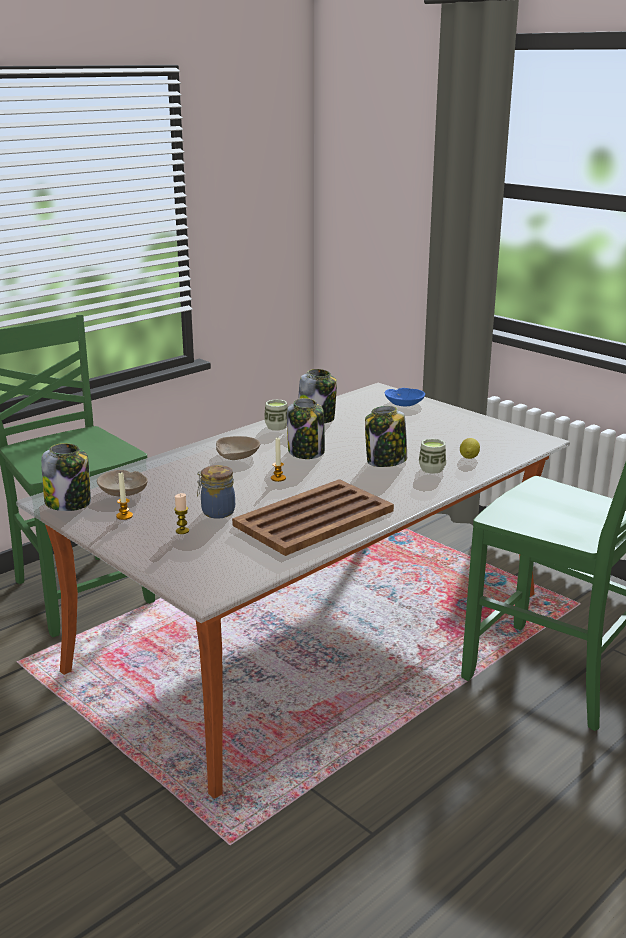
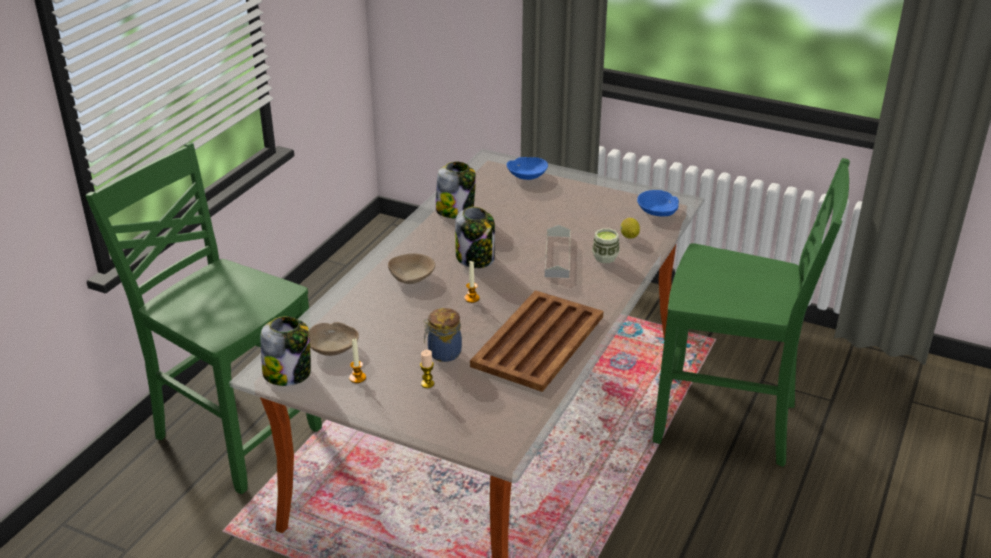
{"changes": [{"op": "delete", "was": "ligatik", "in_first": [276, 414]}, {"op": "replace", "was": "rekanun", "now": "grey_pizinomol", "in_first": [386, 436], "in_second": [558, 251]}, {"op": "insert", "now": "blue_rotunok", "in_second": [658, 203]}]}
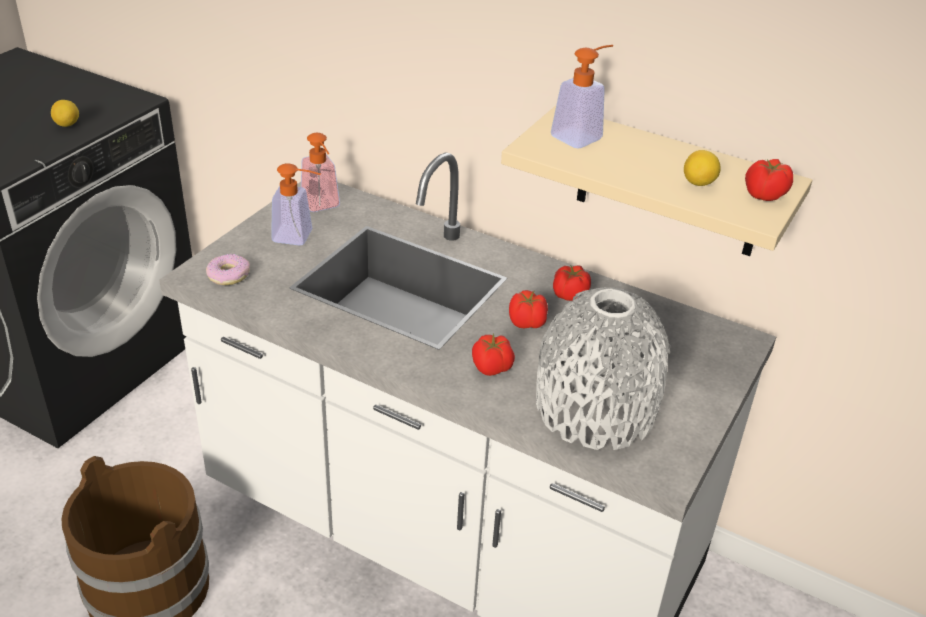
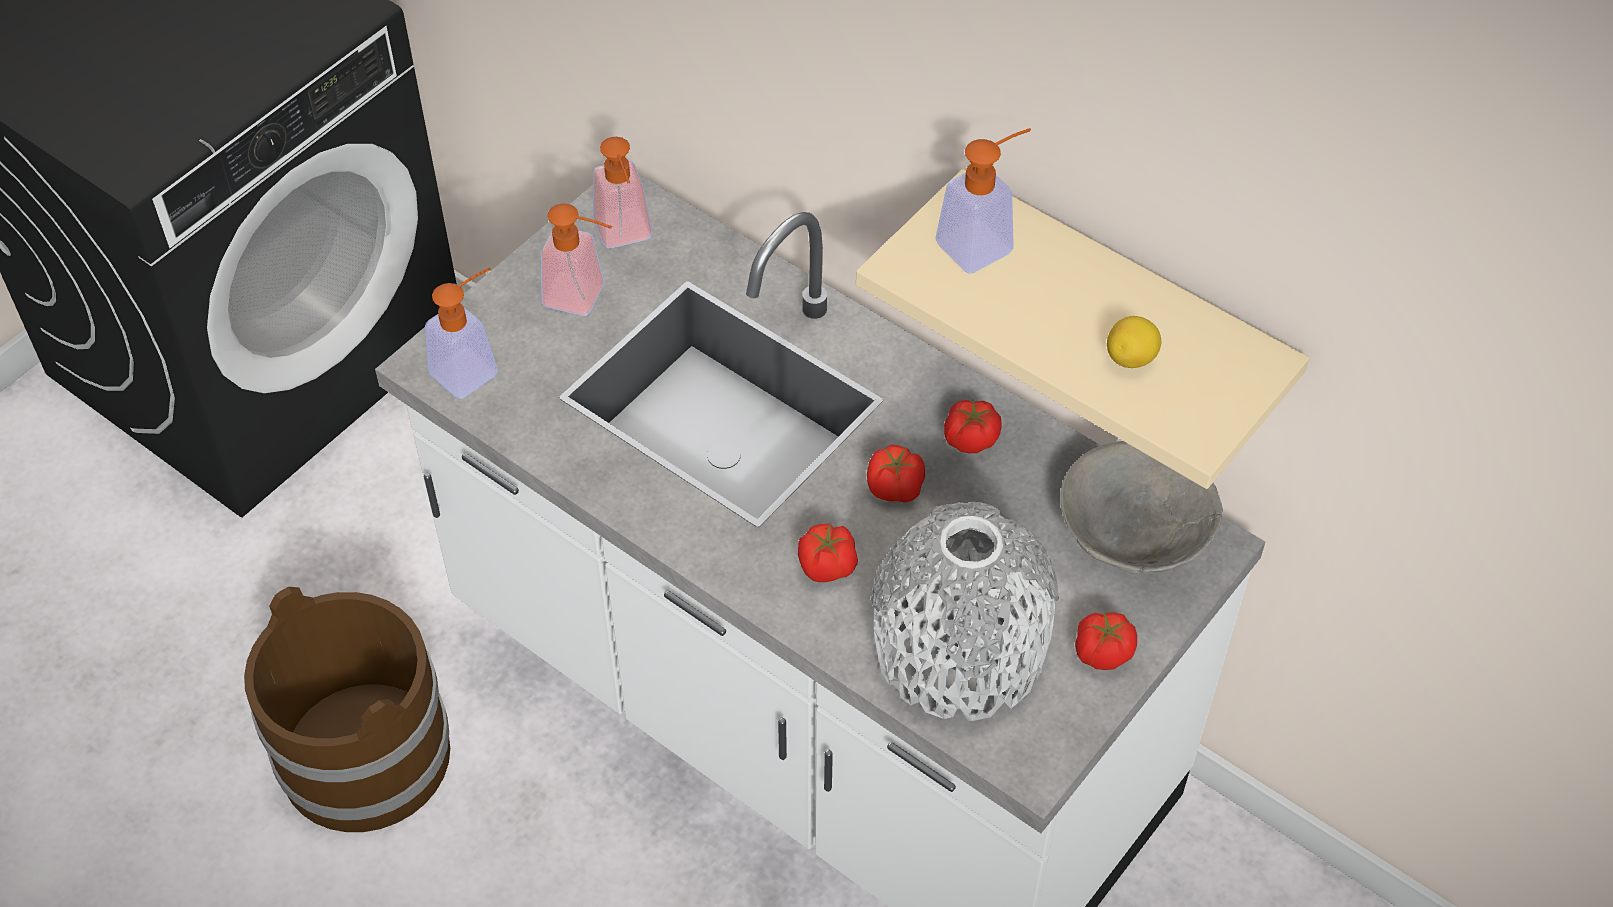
{"changes": [{"op": "delete", "was": "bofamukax", "in_first": [65, 113]}, {"op": "replace", "was": "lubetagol", "now": "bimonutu", "in_first": [228, 269], "in_second": [461, 333]}, {"op": "move", "was": "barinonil", "in_first": [769, 180], "in_second": [1106, 641]}, {"op": "insert", "now": "grey_rotunok", "in_second": [1142, 507]}]}
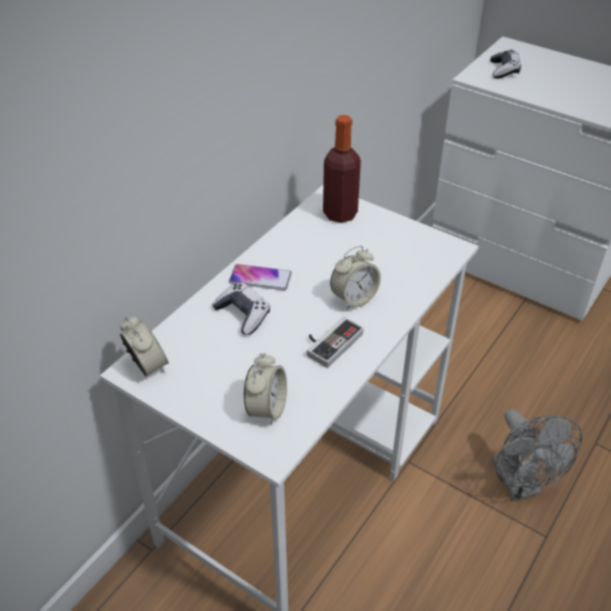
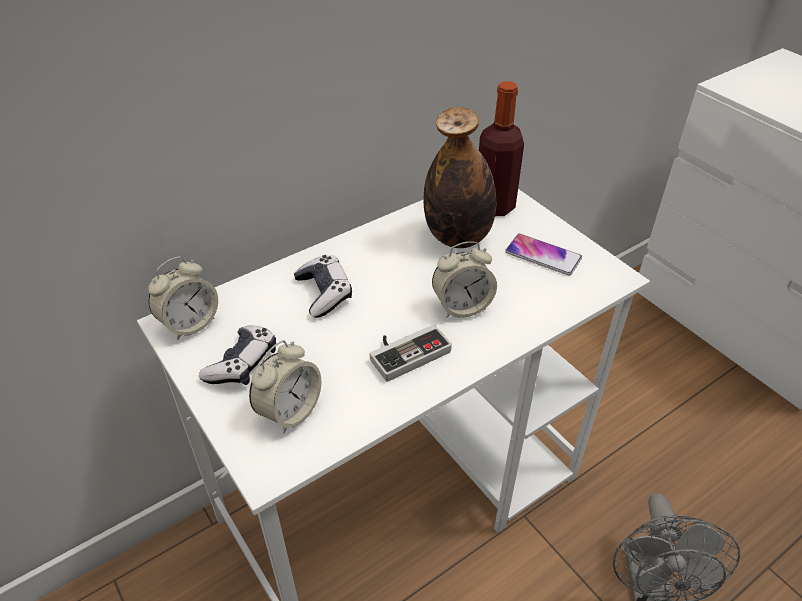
{"changes": [{"op": "rotate", "was": "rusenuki", "in_first": [144, 346], "in_second": [183, 298], "clockwise": 60}, {"op": "move", "was": "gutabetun", "in_first": [260, 277], "in_second": [543, 254]}, {"op": "move", "was": "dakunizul", "in_first": [505, 64], "in_second": [237, 355]}, {"op": "insert", "now": "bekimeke", "in_second": [459, 177]}]}
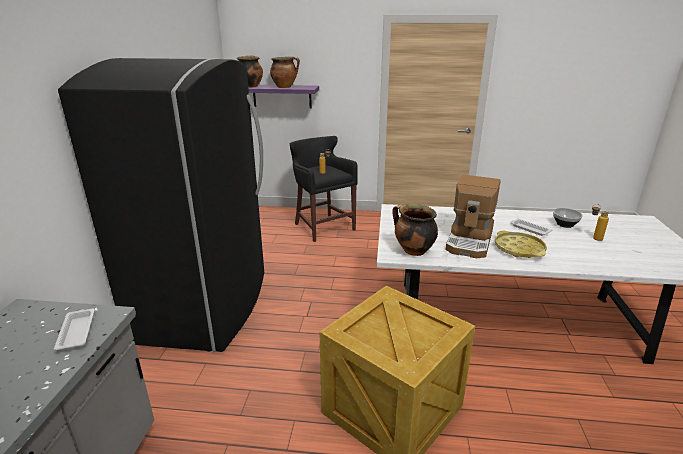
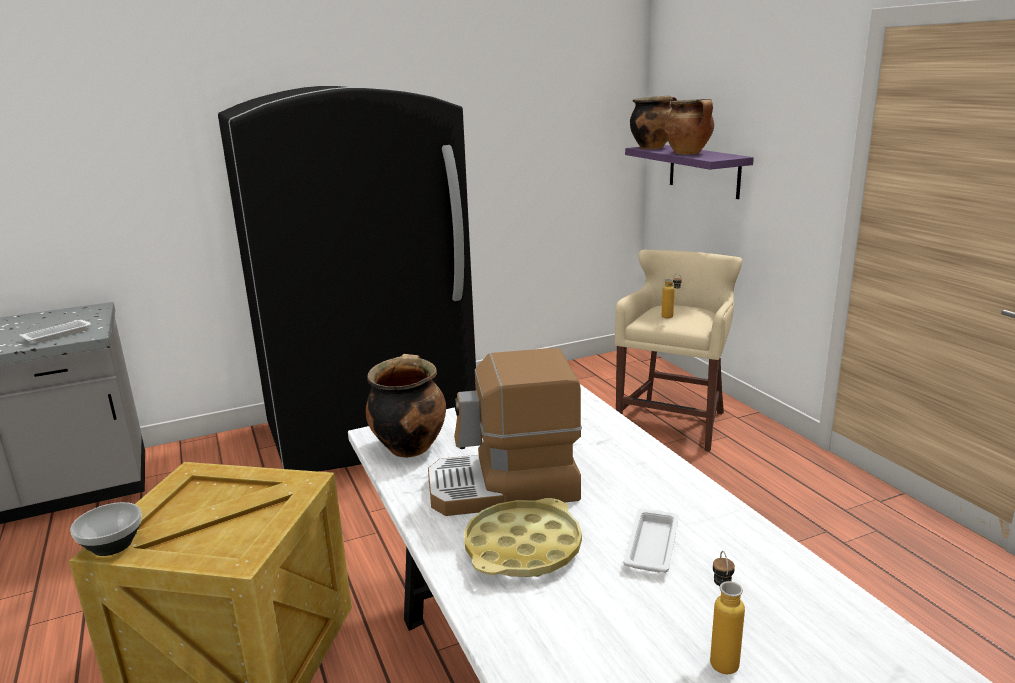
{"changes": [{"op": "recolor", "was": "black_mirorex", "now": "beige_mirorex", "in_first": [324, 189], "in_second": [678, 351]}, {"op": "move", "was": "rotunok", "in_first": [568, 218], "in_second": [106, 529]}]}
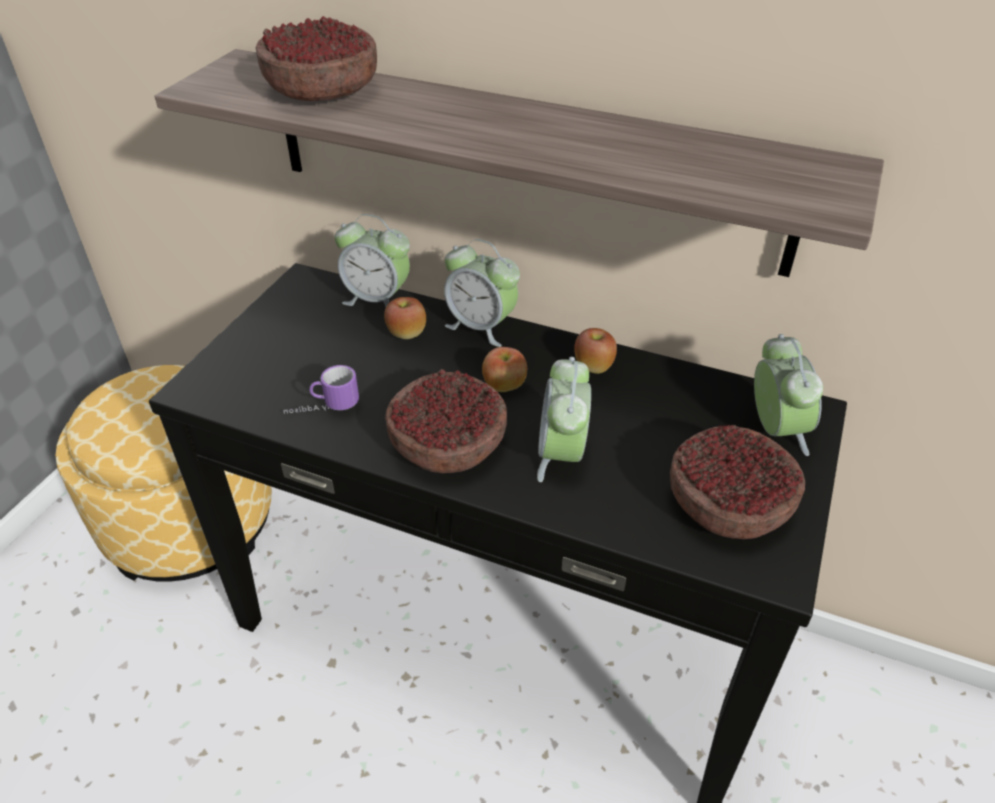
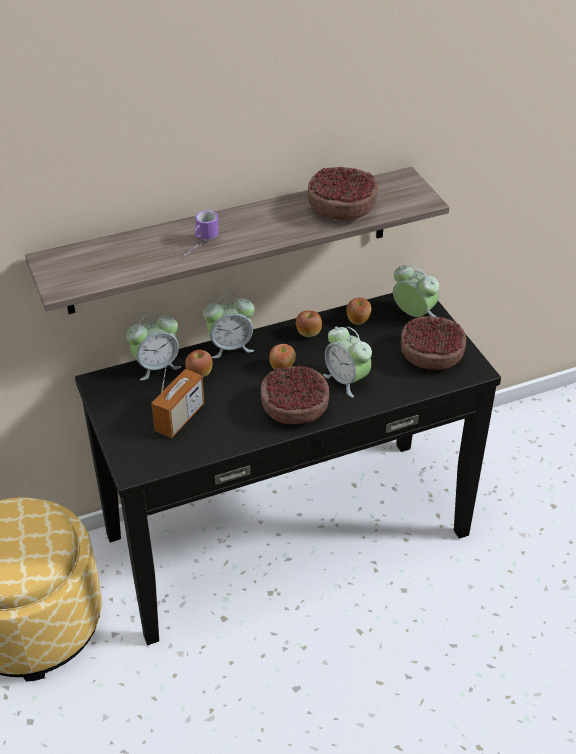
{"changes": [{"op": "move", "was": "rotunok", "in_first": [316, 58], "in_second": [343, 193]}, {"op": "move", "was": "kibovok", "in_first": [321, 389], "in_second": [201, 234]}, {"op": "insert", "now": "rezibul", "in_second": [177, 391]}, {"op": "insert", "now": "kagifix", "in_second": [358, 311]}]}
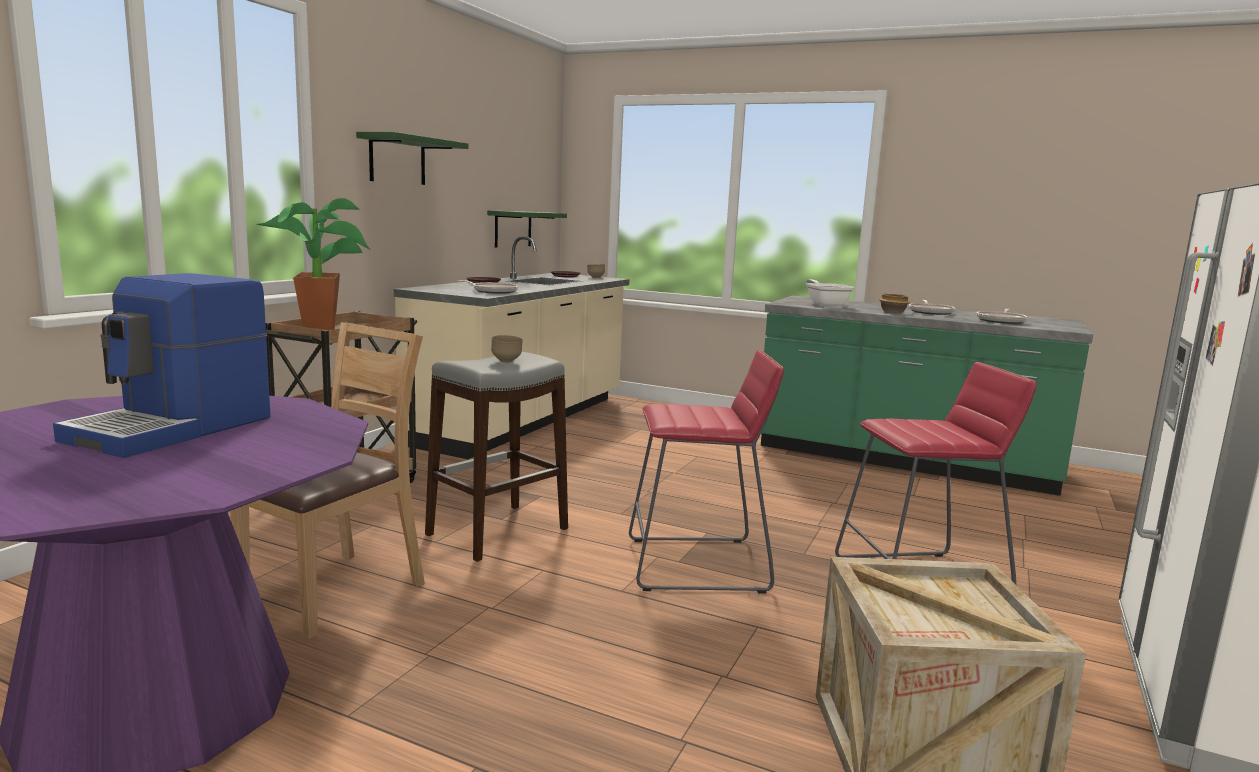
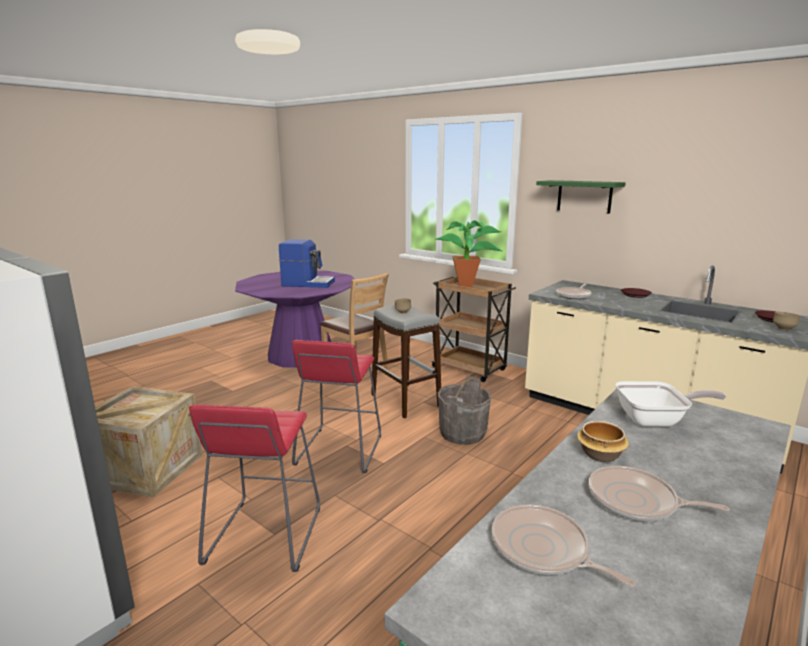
{"changes": [{"op": "rotate", "was": "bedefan", "in_first": [162, 365], "in_second": [307, 263], "clockwise": 150}, {"op": "delete", "was": "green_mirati", "in_first": [527, 229]}, {"op": "insert", "now": "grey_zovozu", "in_second": [464, 410]}]}
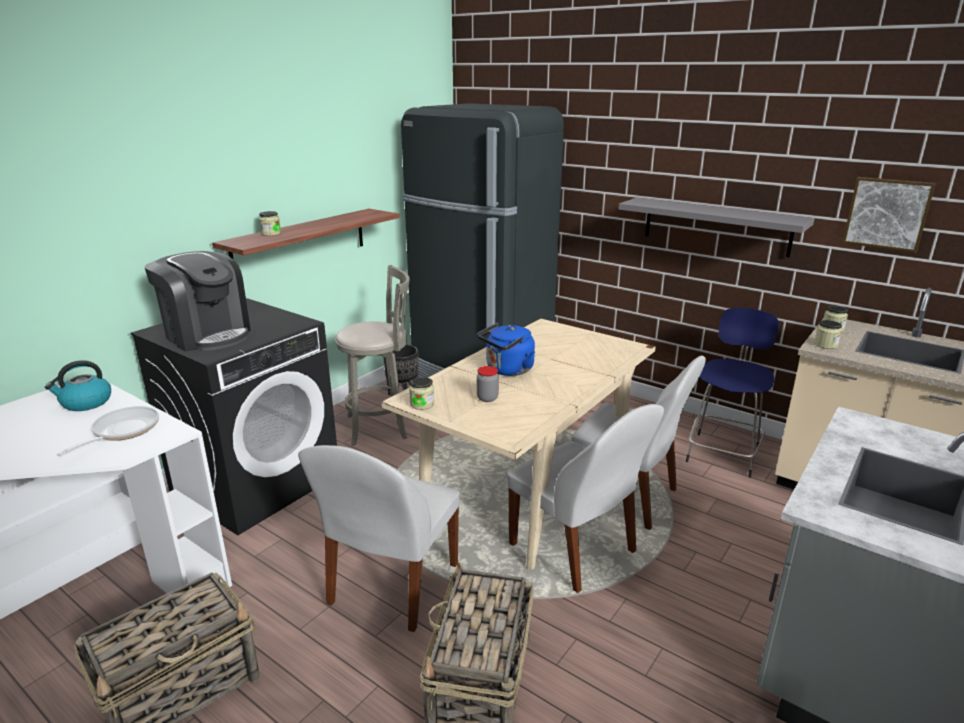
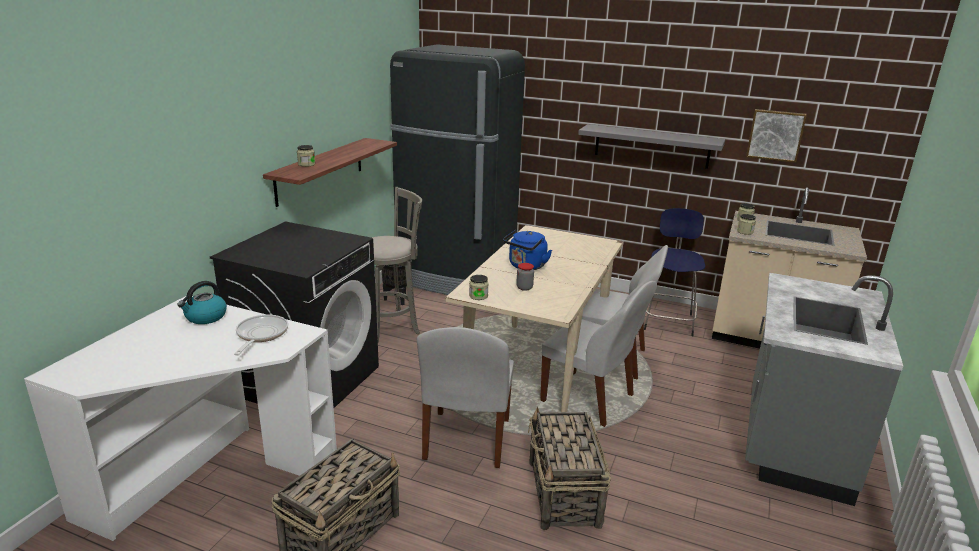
{"changes": [{"op": "delete", "was": "bedefan", "in_first": [198, 301]}]}
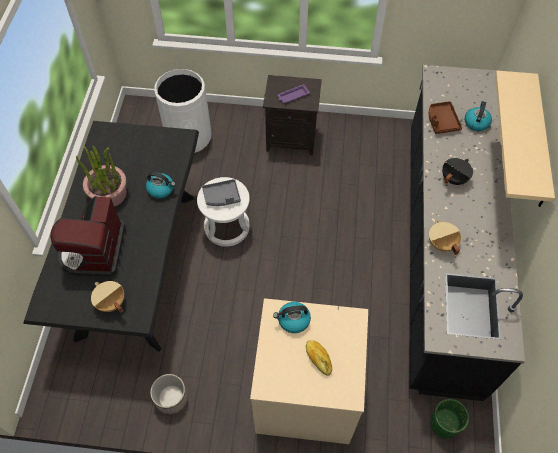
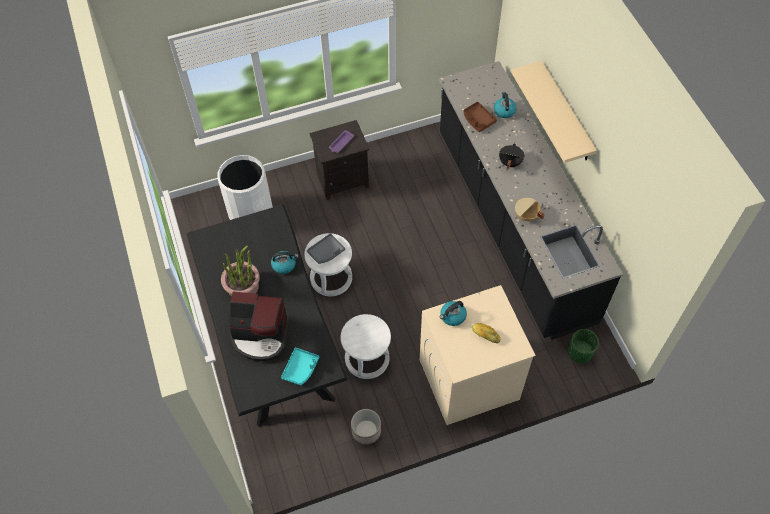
{"changes": [{"op": "rotate", "was": "bedefan", "in_first": [87, 236], "in_second": [259, 326], "clockwise": -60}, {"op": "replace", "was": "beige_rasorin", "now": "turquoise_pizinomol", "in_first": [107, 297], "in_second": [300, 366]}, {"op": "insert", "now": "white_mirorex", "in_second": [365, 346]}]}
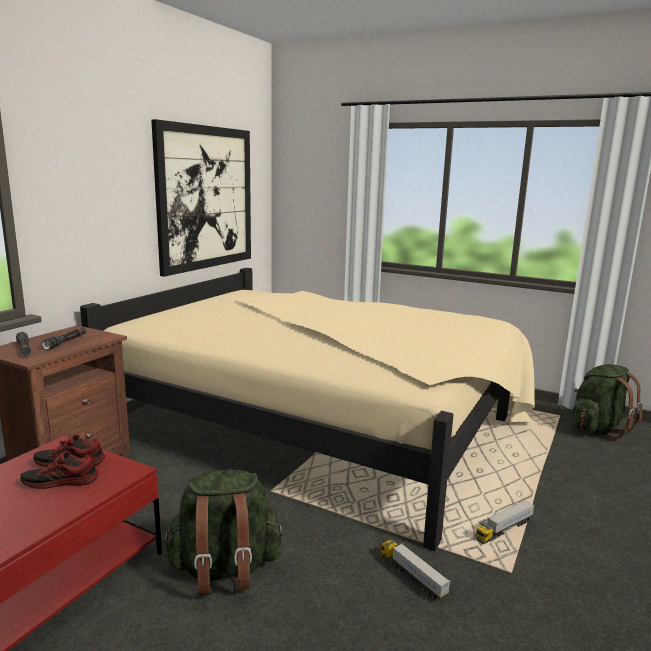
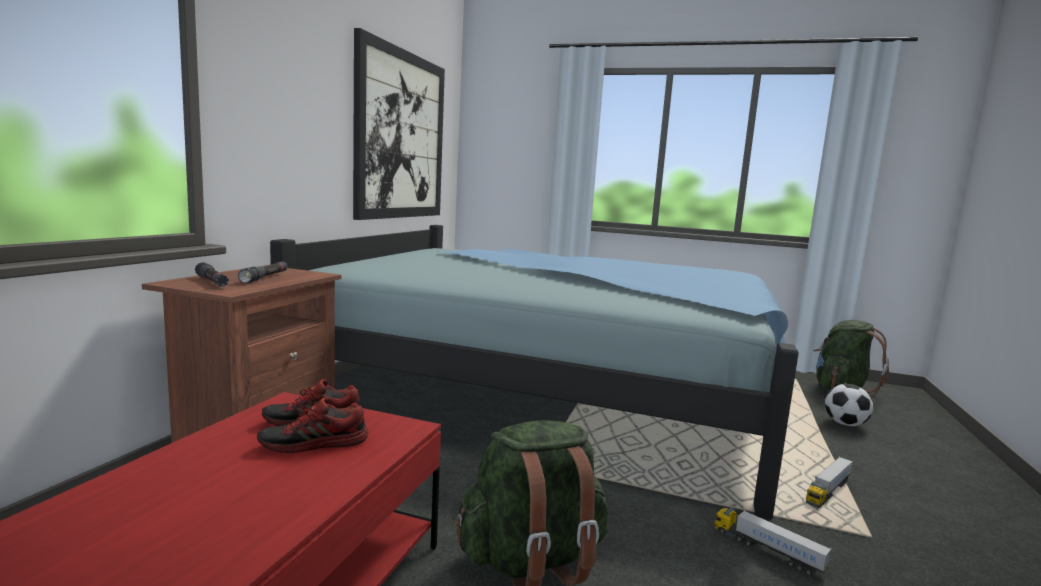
{"changes": [{"op": "recolor", "was": "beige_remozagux", "now": "blue_remozagux", "in_first": [307, 409], "in_second": [534, 372]}, {"op": "insert", "now": "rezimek", "in_second": [849, 405]}]}
